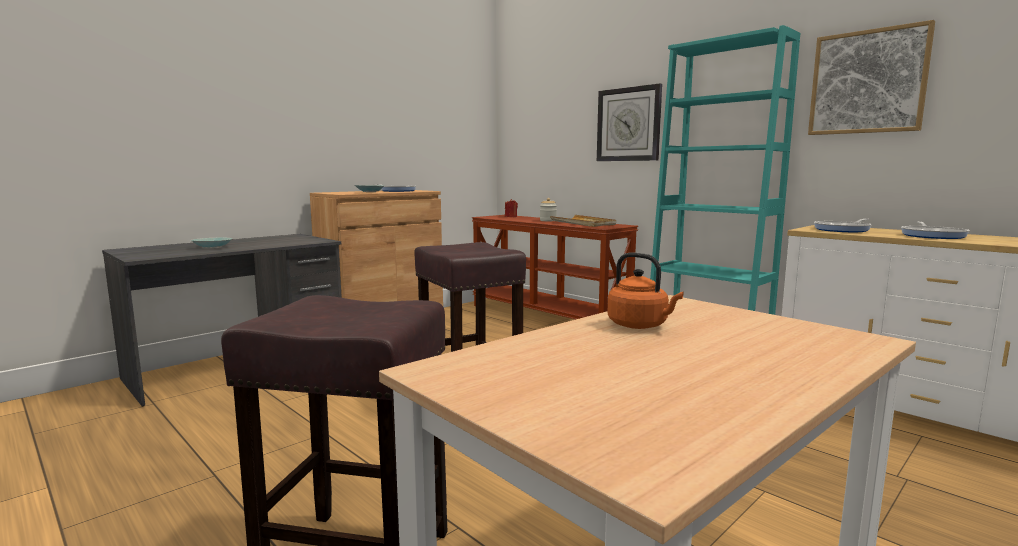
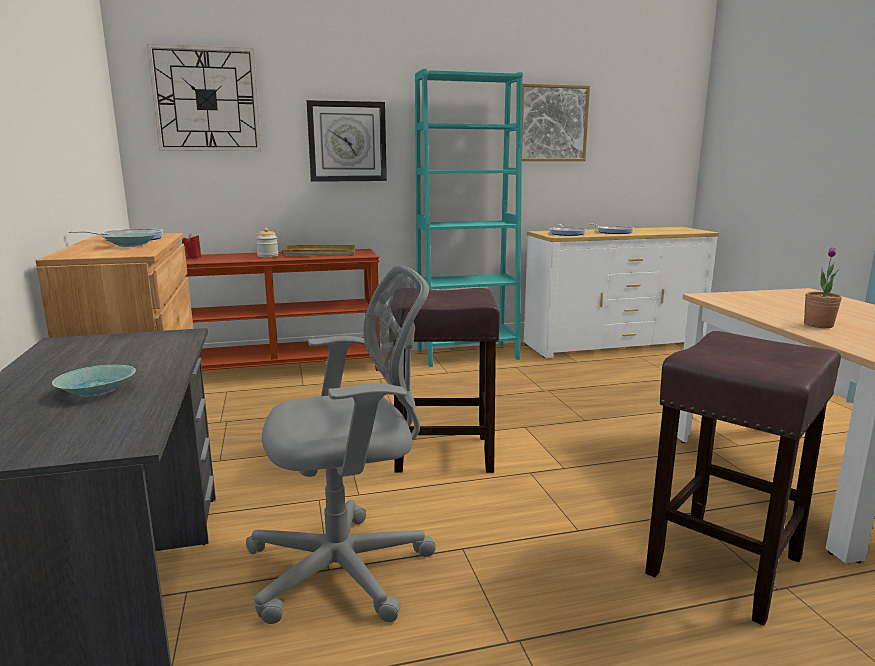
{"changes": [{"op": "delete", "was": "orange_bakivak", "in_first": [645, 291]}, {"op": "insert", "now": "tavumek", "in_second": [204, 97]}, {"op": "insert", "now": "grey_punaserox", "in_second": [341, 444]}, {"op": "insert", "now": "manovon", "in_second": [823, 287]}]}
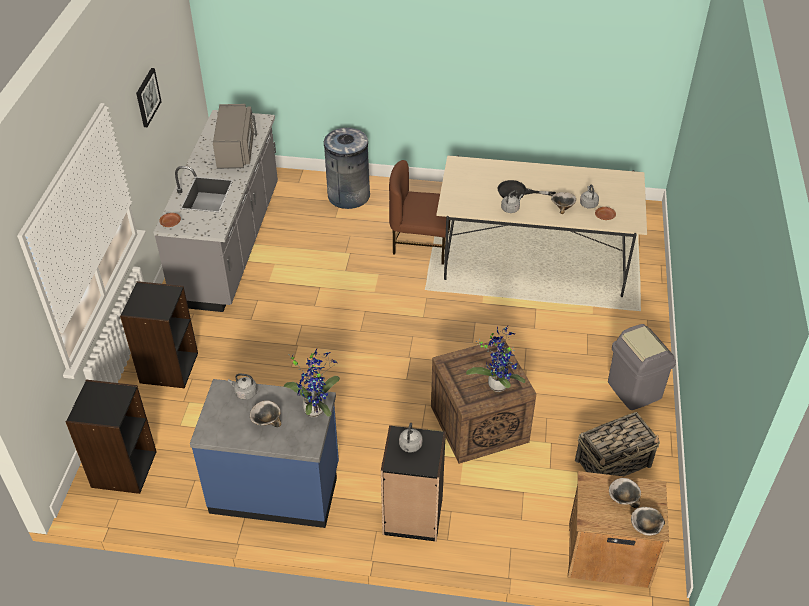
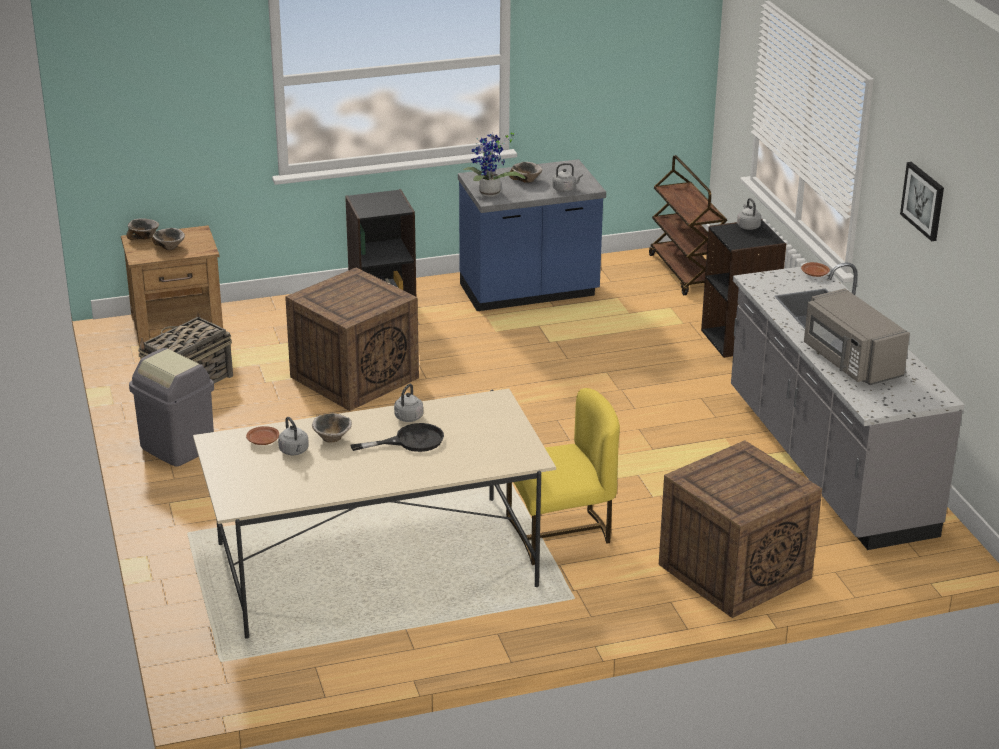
{"changes": [{"op": "replace", "was": "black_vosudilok", "now": "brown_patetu", "in_first": [111, 437], "in_second": [688, 225]}, {"op": "replace", "was": "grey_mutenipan", "now": "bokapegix", "in_first": [347, 168], "in_second": [740, 529]}, {"op": "recolor", "was": "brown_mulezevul", "now": "yellow_mulezevul", "in_first": [419, 212], "in_second": [563, 476]}, {"op": "move", "was": "grey_bakivak", "in_first": [410, 437], "in_second": [749, 214]}, {"op": "delete", "was": "manovon", "in_first": [496, 359]}]}
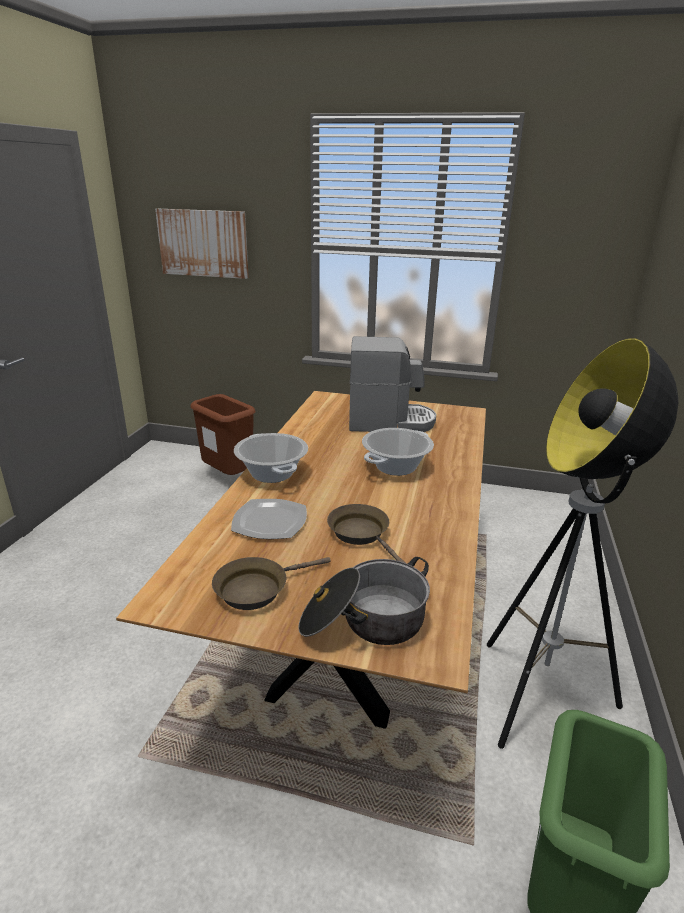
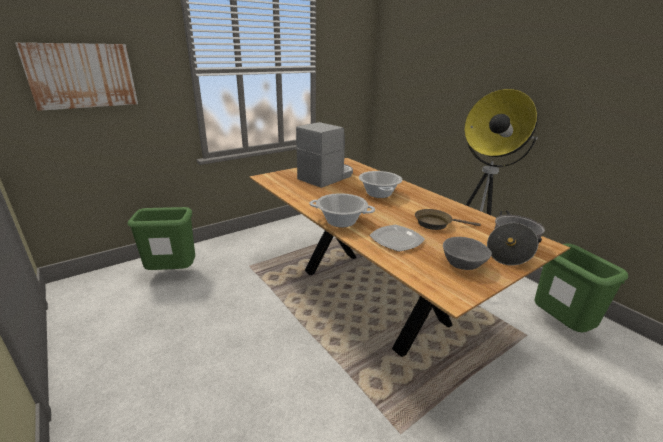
{"changes": [{"op": "recolor", "was": "brown_mutenipan", "now": "green_mutenipan", "in_first": [223, 434], "in_second": [161, 238]}, {"op": "replace", "was": "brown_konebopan", "now": "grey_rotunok", "in_first": [271, 583], "in_second": [467, 253]}]}
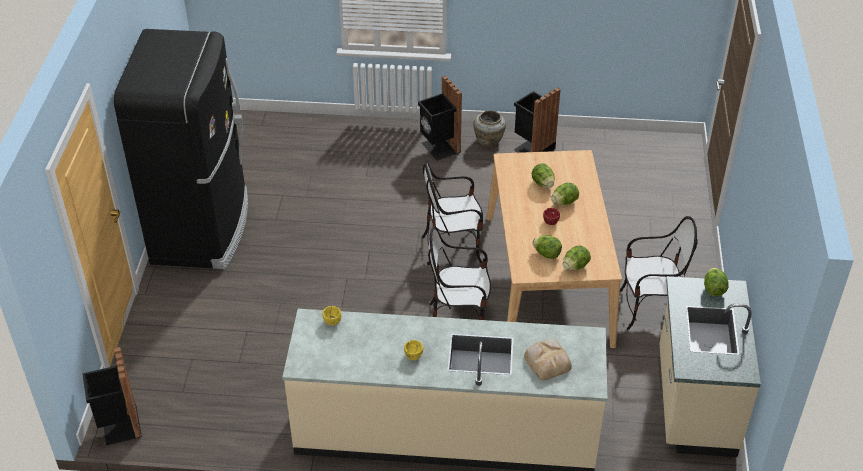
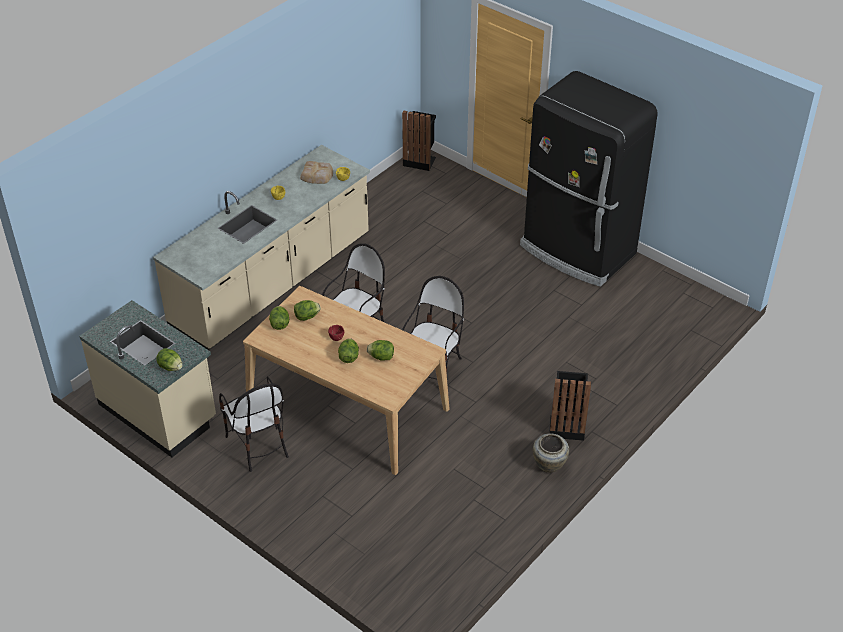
{"changes": [{"op": "delete", "was": "black_mutenipan", "in_first": [537, 120]}, {"op": "move", "was": "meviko", "in_first": [548, 359], "in_second": [316, 172]}, {"op": "rotate", "was": "mulezevul", "in_first": [659, 273], "in_second": [254, 424], "clockwise": -60}]}
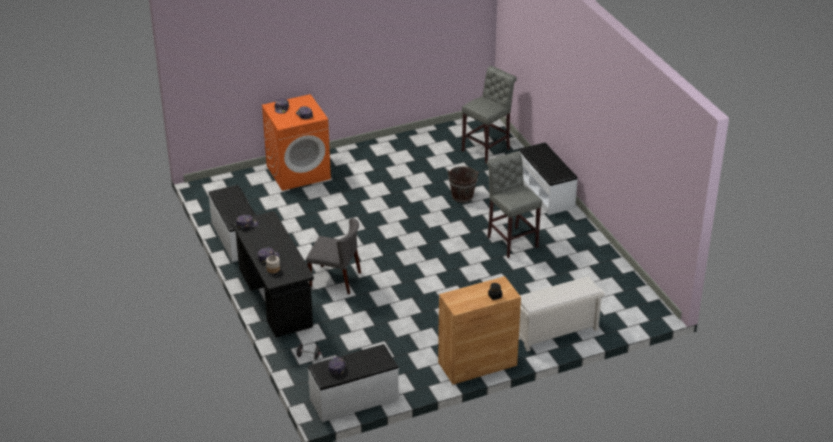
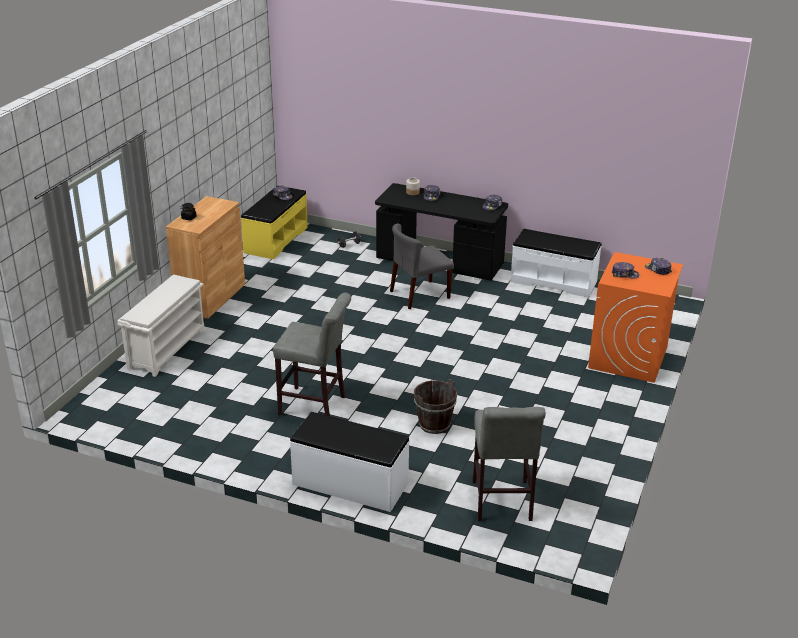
{"changes": [{"op": "recolor", "was": "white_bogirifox", "now": "yellow_bogirifox", "in_first": [353, 383], "in_second": [274, 222]}]}
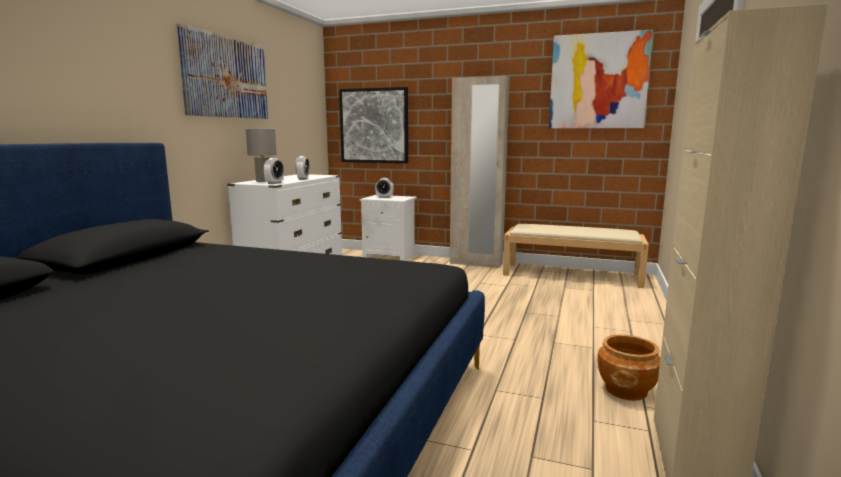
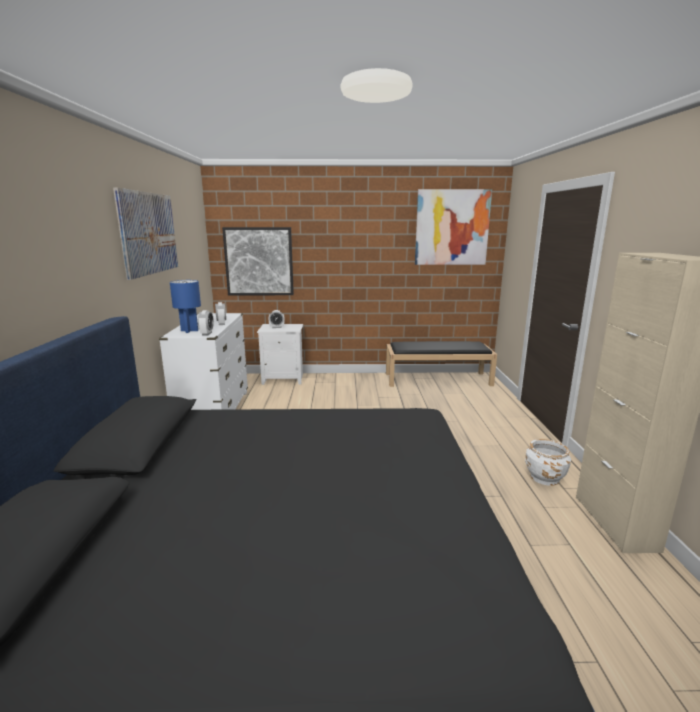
{"changes": [{"op": "recolor", "was": "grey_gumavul", "now": "blue_gumavul", "in_first": [261, 155], "in_second": [185, 306]}, {"op": "delete", "was": "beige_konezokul", "in_first": [480, 172]}, {"op": "recolor", "was": "beige_bogirifox", "now": "black_bogirifox", "in_first": [576, 256], "in_second": [441, 364]}, {"op": "recolor", "was": "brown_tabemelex", "now": "white_tabemelex", "in_first": [628, 367], "in_second": [548, 462]}]}
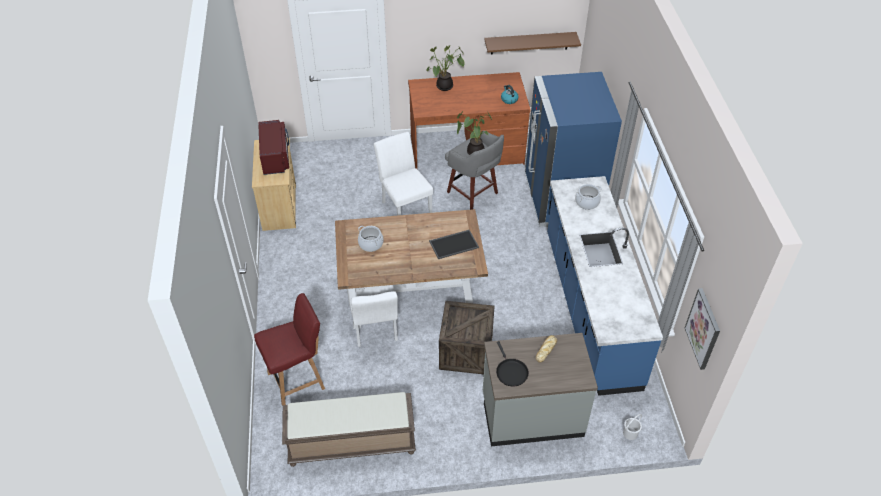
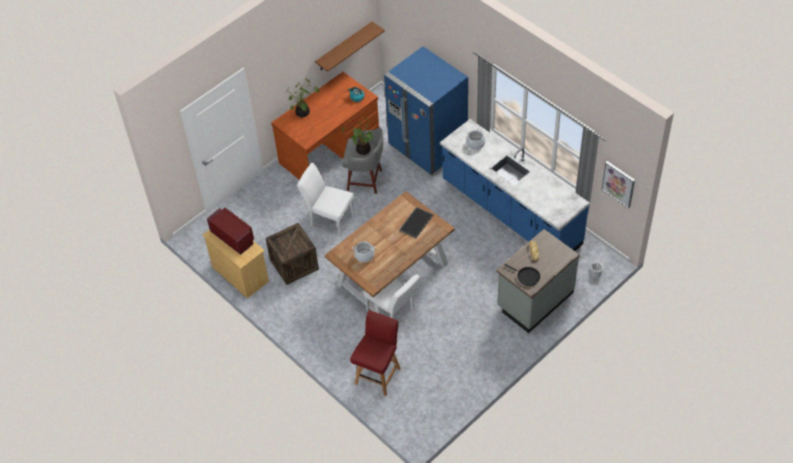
{"changes": [{"op": "delete", "was": "brown_bogirifox", "in_first": [349, 429]}, {"op": "move", "was": "bokapegix", "in_first": [467, 337], "in_second": [292, 254]}]}
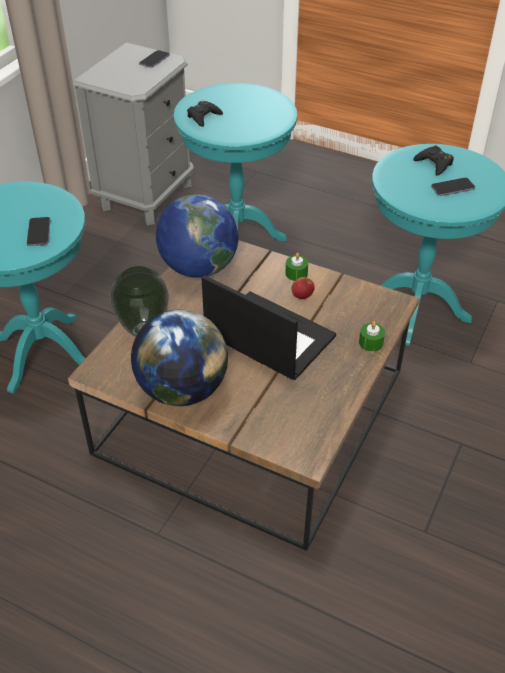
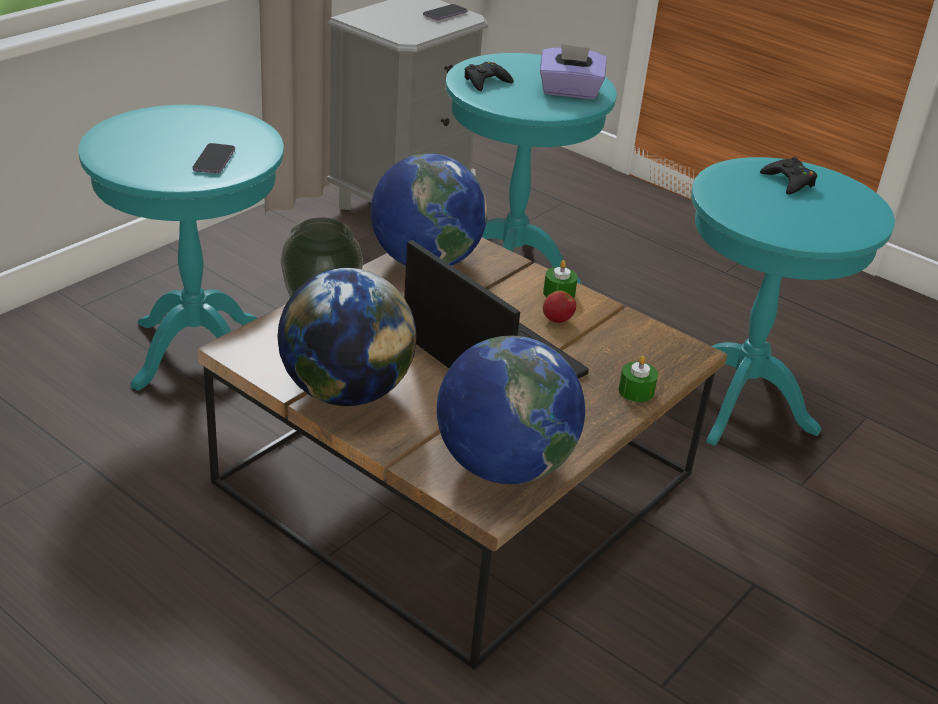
{"changes": [{"op": "delete", "was": "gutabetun", "in_first": [453, 187]}, {"op": "insert", "now": "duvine", "in_second": [511, 410]}, {"op": "insert", "now": "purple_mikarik", "in_second": [573, 71]}]}
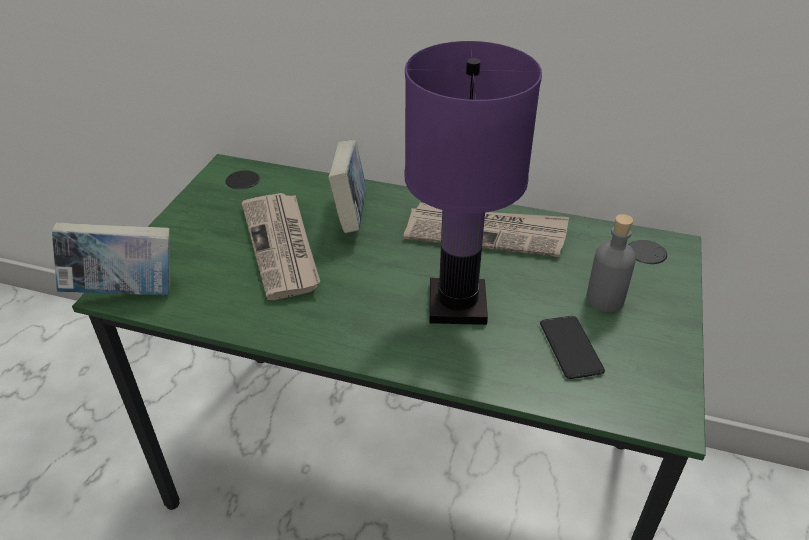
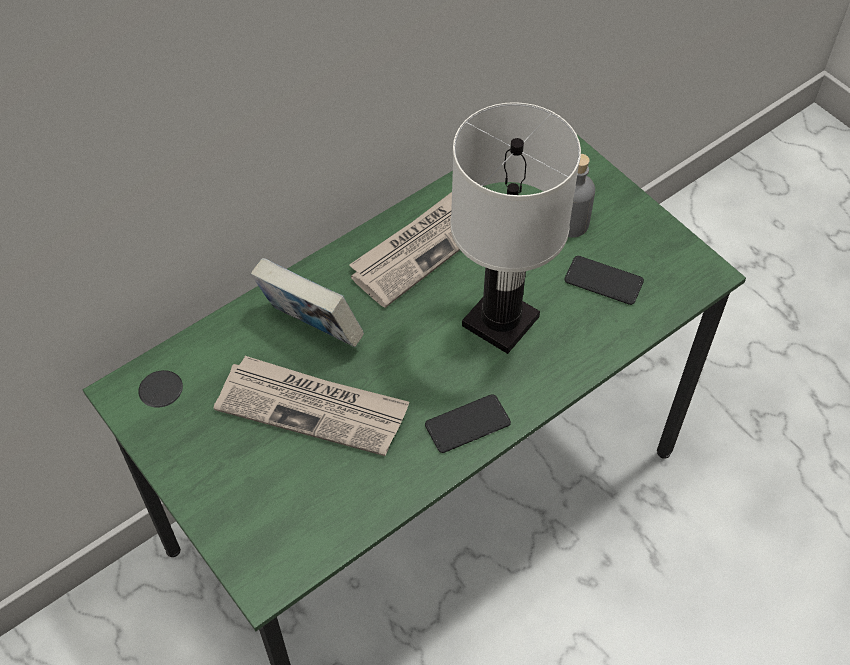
{"changes": [{"op": "delete", "was": "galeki", "in_first": [111, 258]}, {"op": "recolor", "was": "purple_gumavul", "now": "white_gumavul", "in_first": [473, 183], "in_second": [515, 228]}, {"op": "insert", "now": "gutabetun", "in_second": [468, 423]}]}
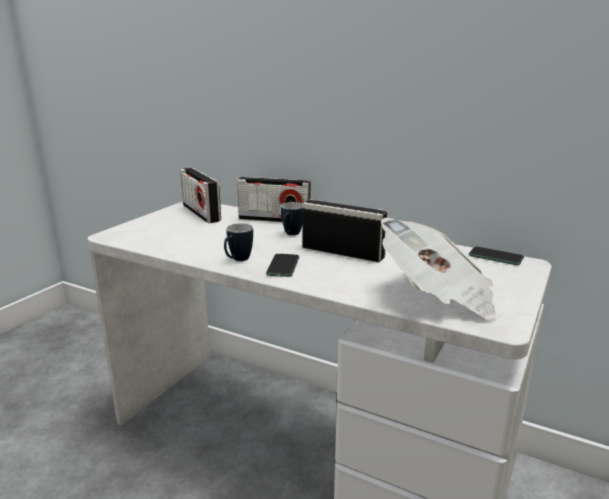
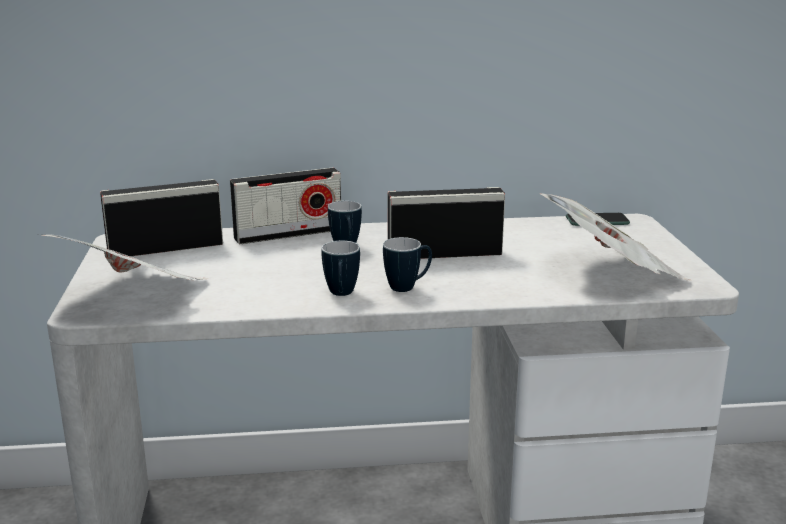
{"changes": [{"op": "rotate", "was": "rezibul", "in_first": [200, 195], "in_second": [161, 218], "clockwise": 135}, {"op": "replace", "was": "gutabetun", "now": "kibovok", "in_first": [282, 265], "in_second": [407, 264]}, {"op": "insert", "now": "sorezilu", "in_second": [125, 257]}]}
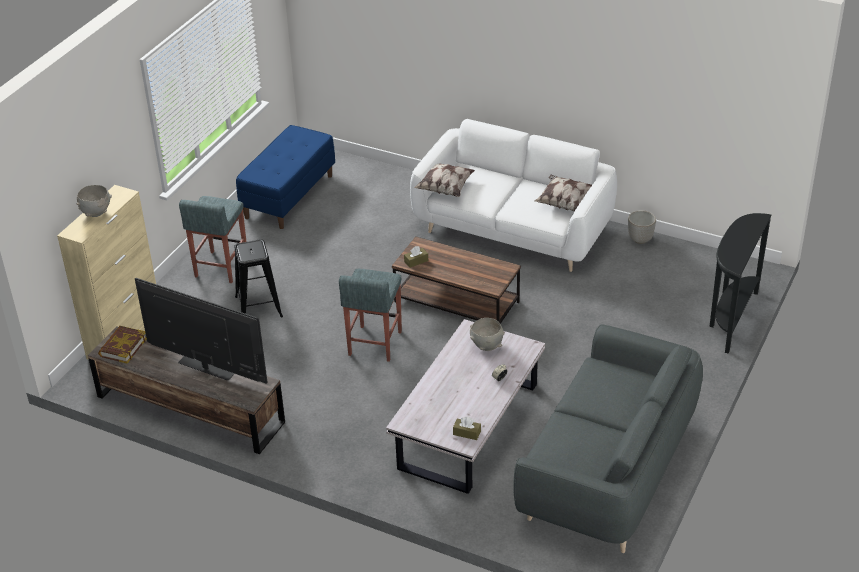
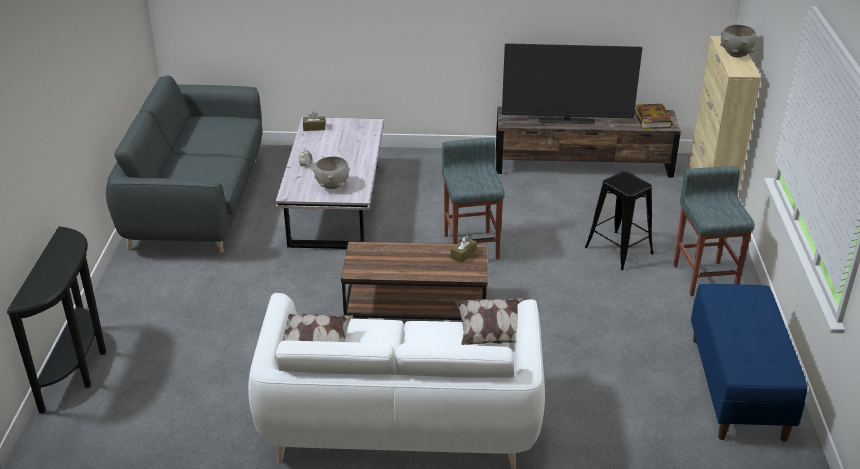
{"changes": [{"op": "delete", "was": "tabemelex", "in_first": [642, 227]}]}
